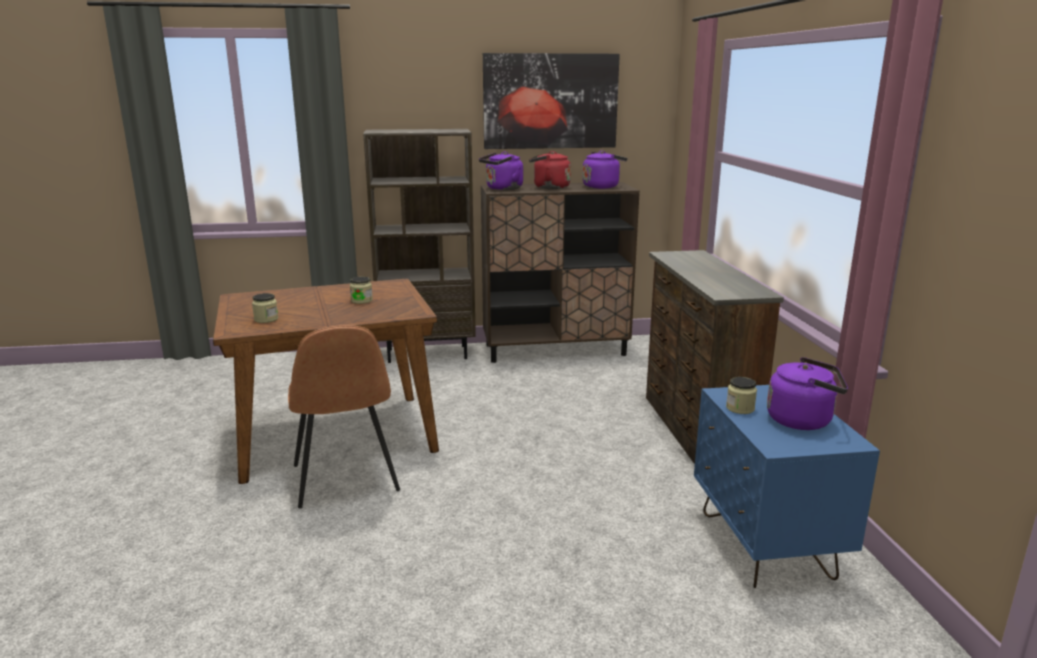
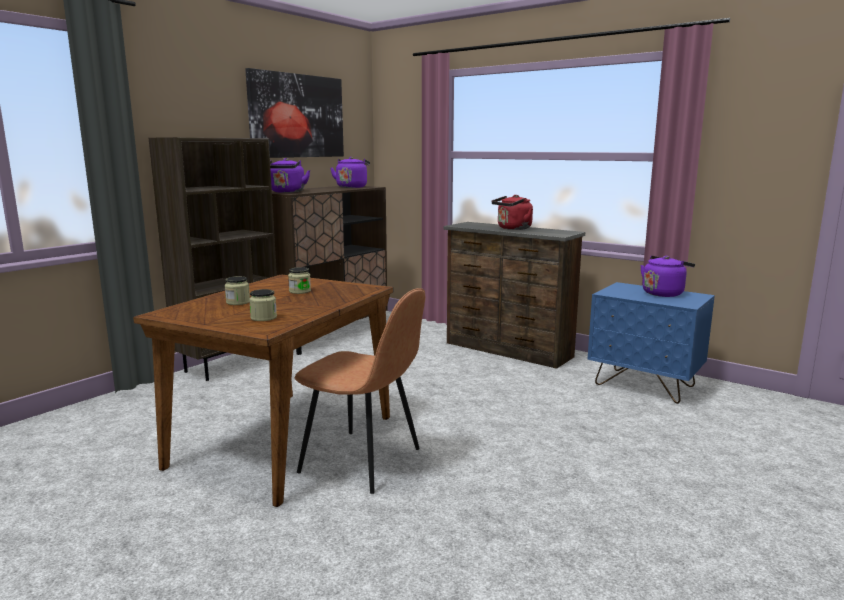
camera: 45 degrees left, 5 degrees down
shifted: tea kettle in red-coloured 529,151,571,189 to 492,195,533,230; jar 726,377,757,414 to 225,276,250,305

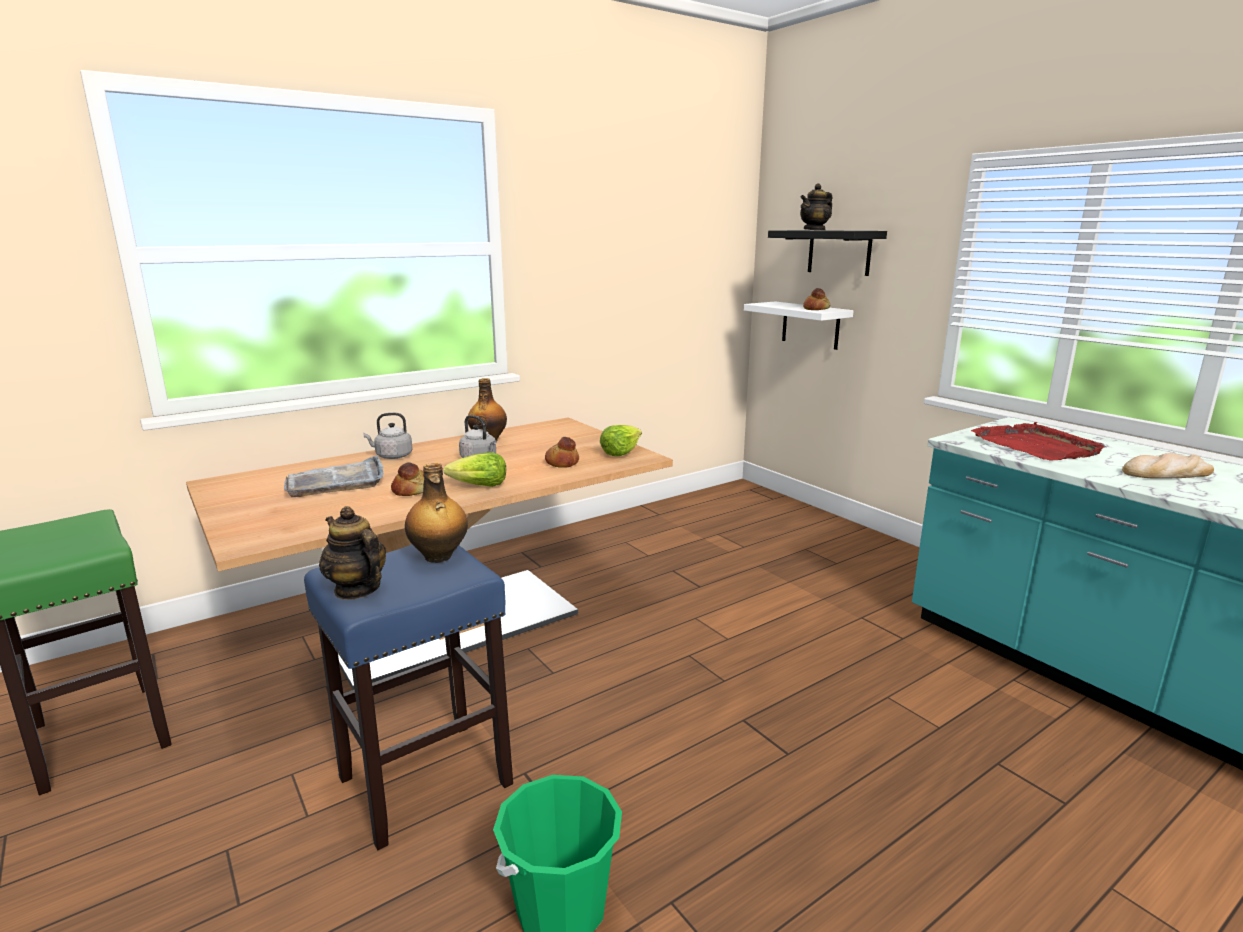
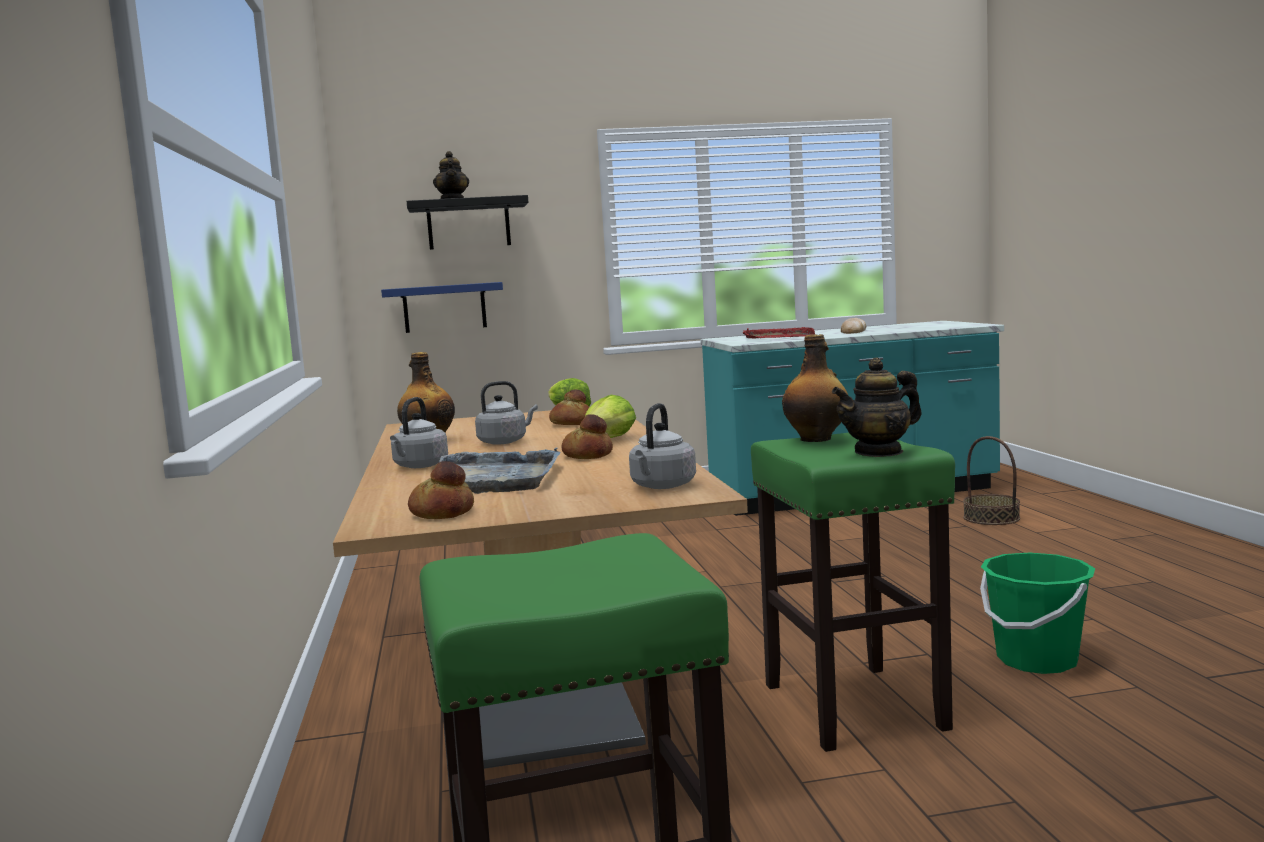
camera: 65 degrees left, 10 degrees down
new: tea kettle in grey 629,403,696,489; storage basket 963,436,1020,525
shifted: bread 803,288,830,310 to 408,461,474,519
repainted: stool seat in bluish 304,544,513,850 to stool seat in greenish 751,433,955,752; wall shelf in whitish 744,302,854,350 to wall shelf in bluish 381,282,503,333

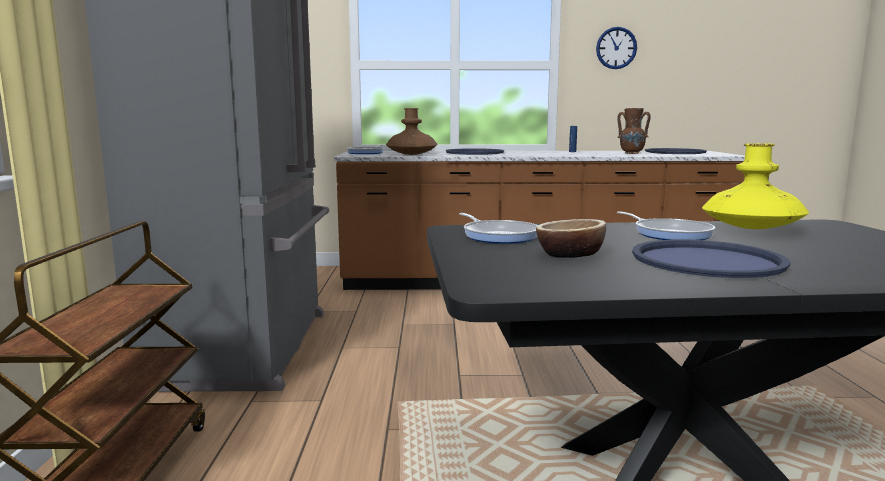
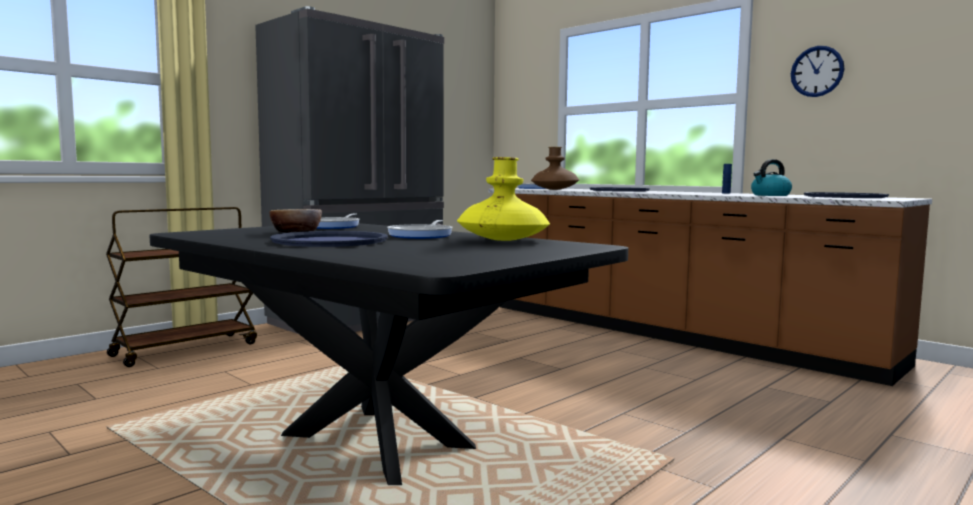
camera: 45 degrees right, 5 degrees down
swapped: vase in brownish 617,108,651,154 to tea kettle 751,159,792,196

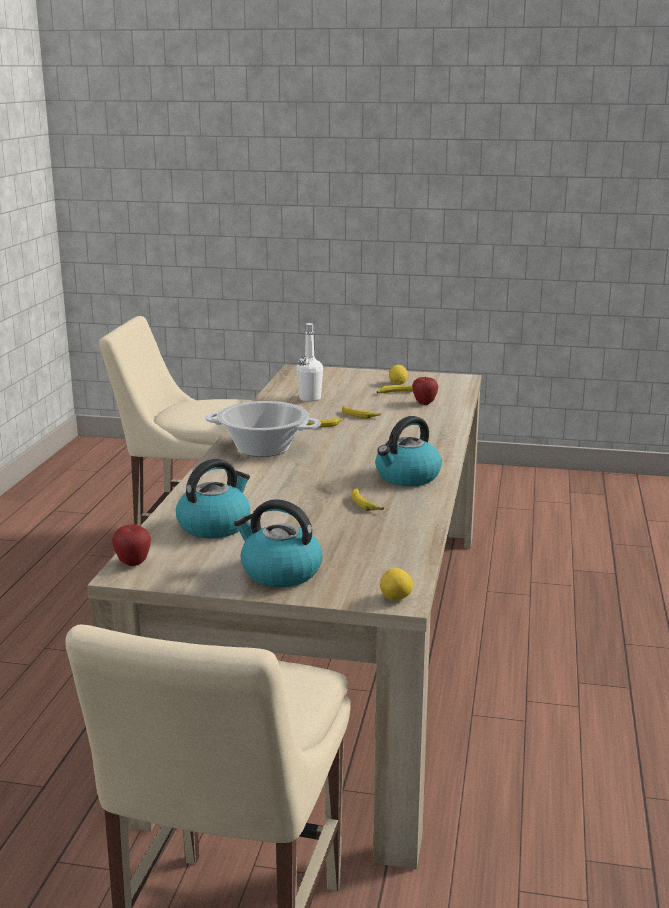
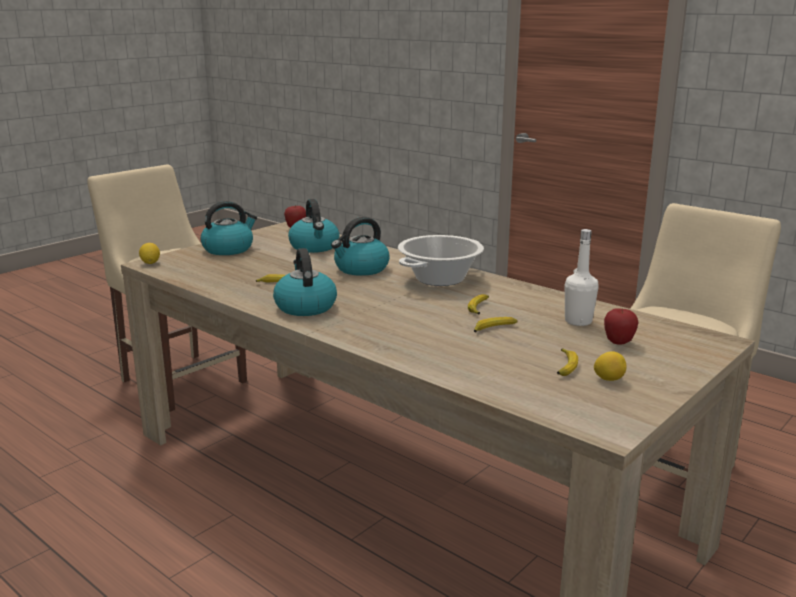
camera: 120 degrees right, 0 degrees up
new: tea kettle 331,217,390,276
shifted: apple fruit 412,376,438,405 to 604,308,639,345

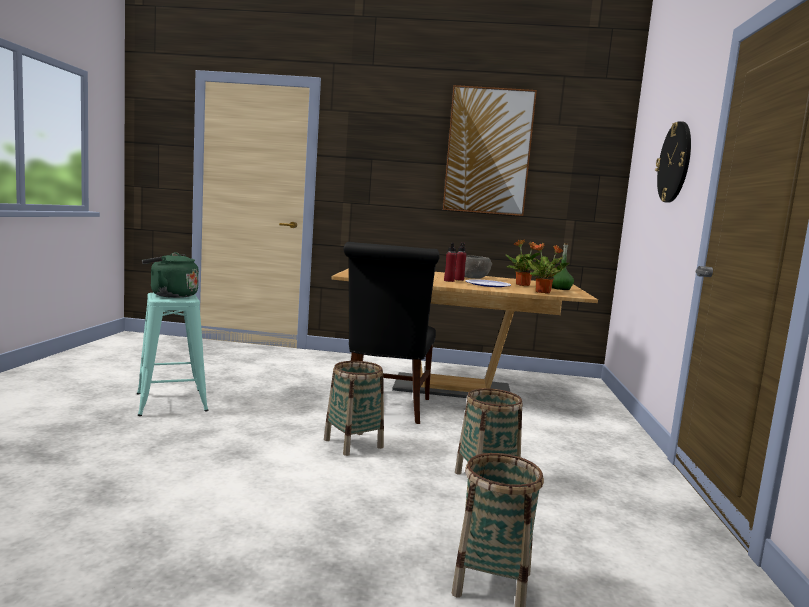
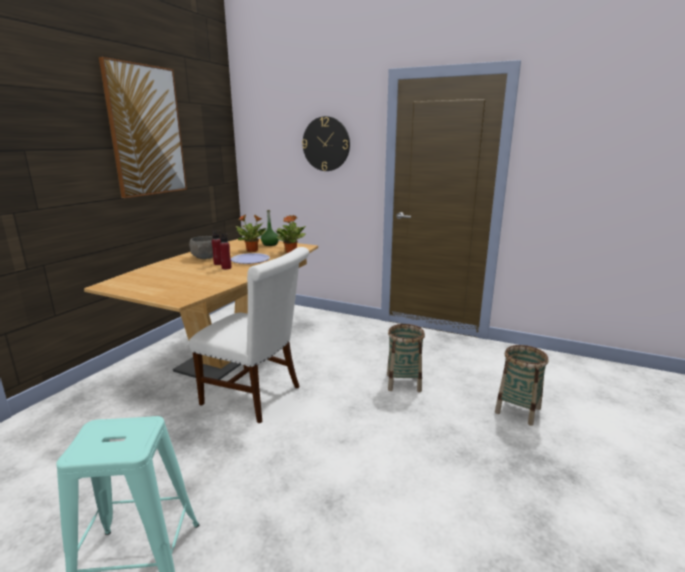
camera: 70 degrees left, 10 degrees up
gone: tea kettle in greenish 142,252,199,298; storage basket 324,361,384,456
repainted: upright chair in black 343,242,440,424 to upright chair in whitish 189,247,309,424

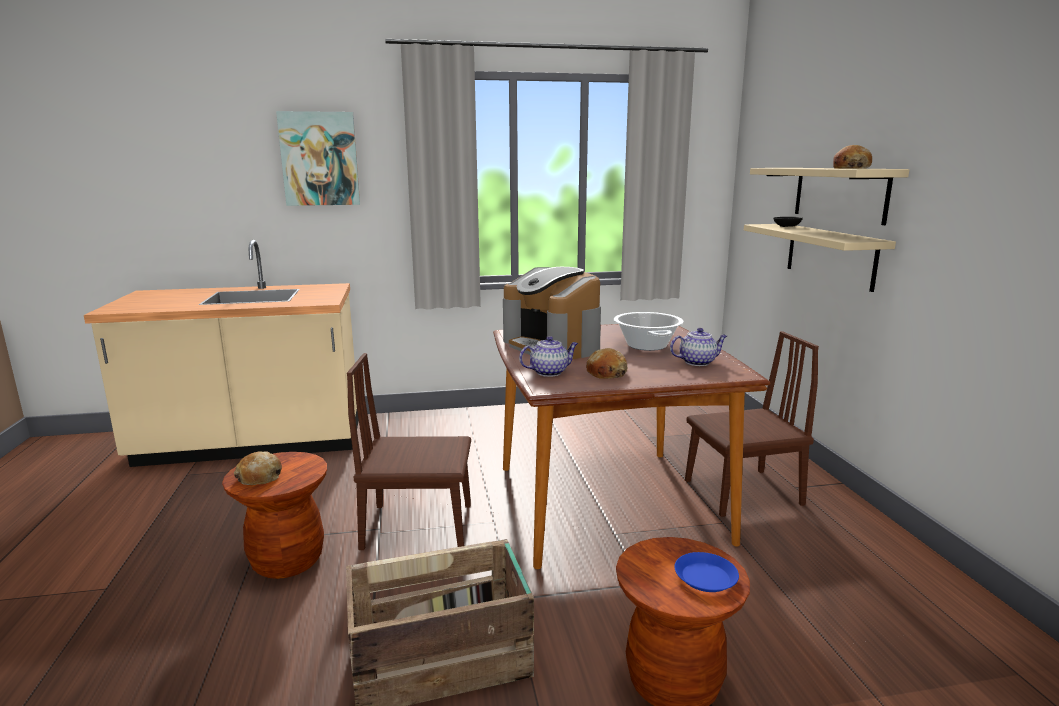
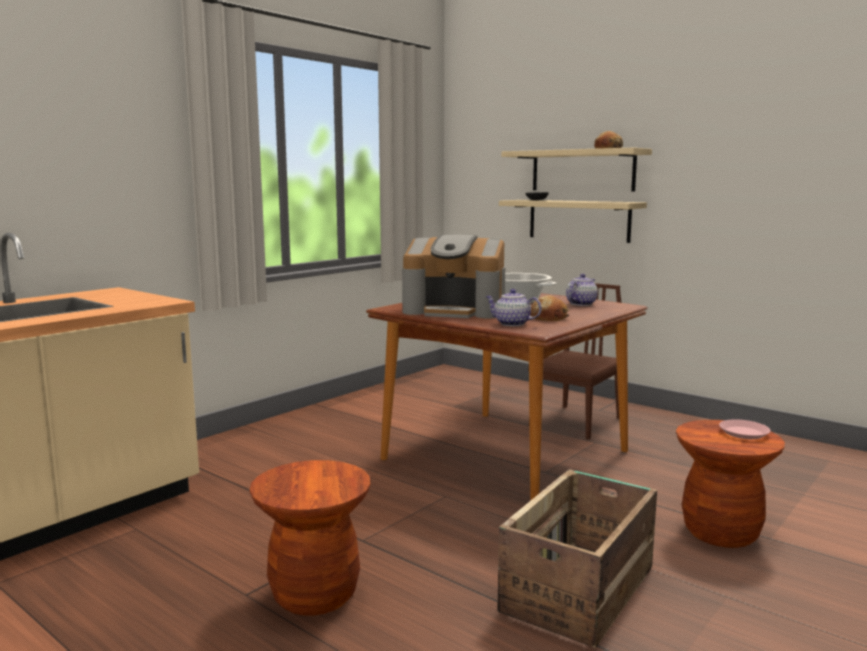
camera: 40 degrees left, 5 degrees down
gone: bread 234,451,282,485; wall art 276,111,360,206; upright chair in brownish 347,353,471,550
repainted: flat dish in bluish 674,552,739,592 to flat dish in pinkish 719,419,770,439
rotated: tea pot 519,336,578,377 = 485,289,542,326 90 degrees counterclockwise

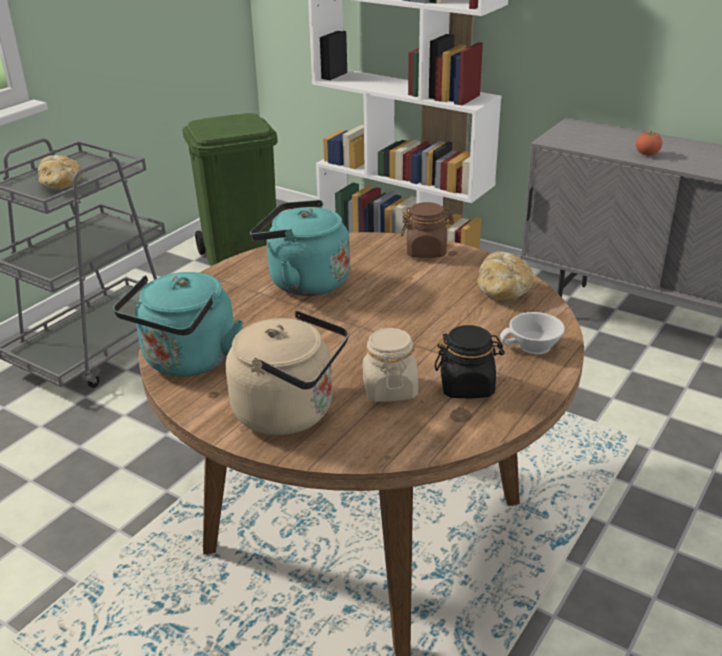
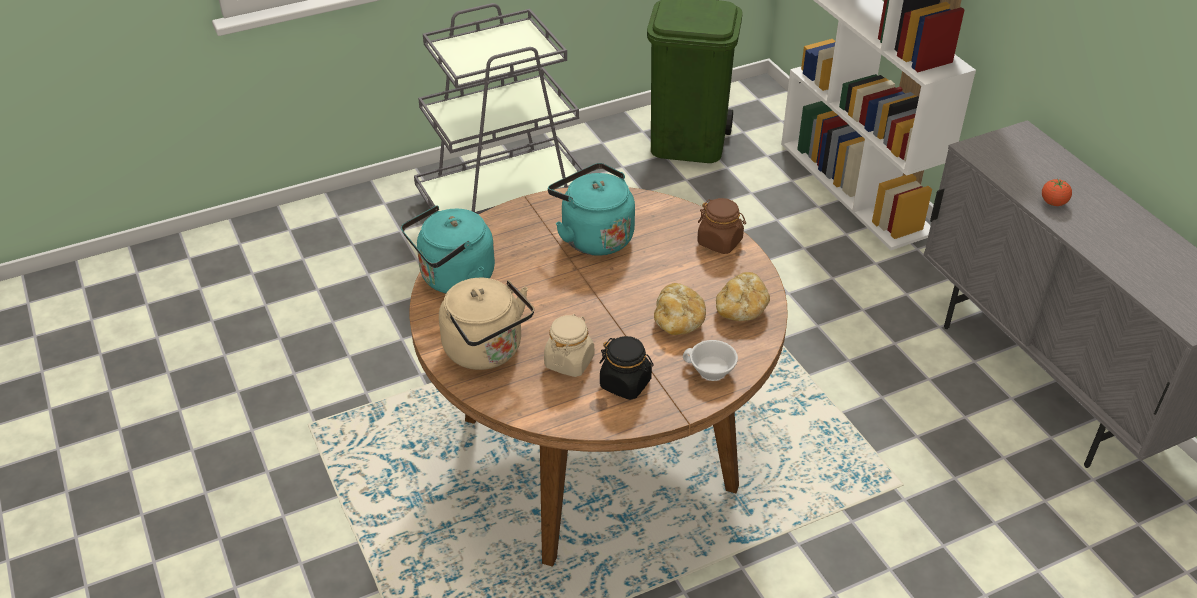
camera: 30 degrees right, 10 degrees up
shifted: bread 38,155,83,189 to 654,283,706,335

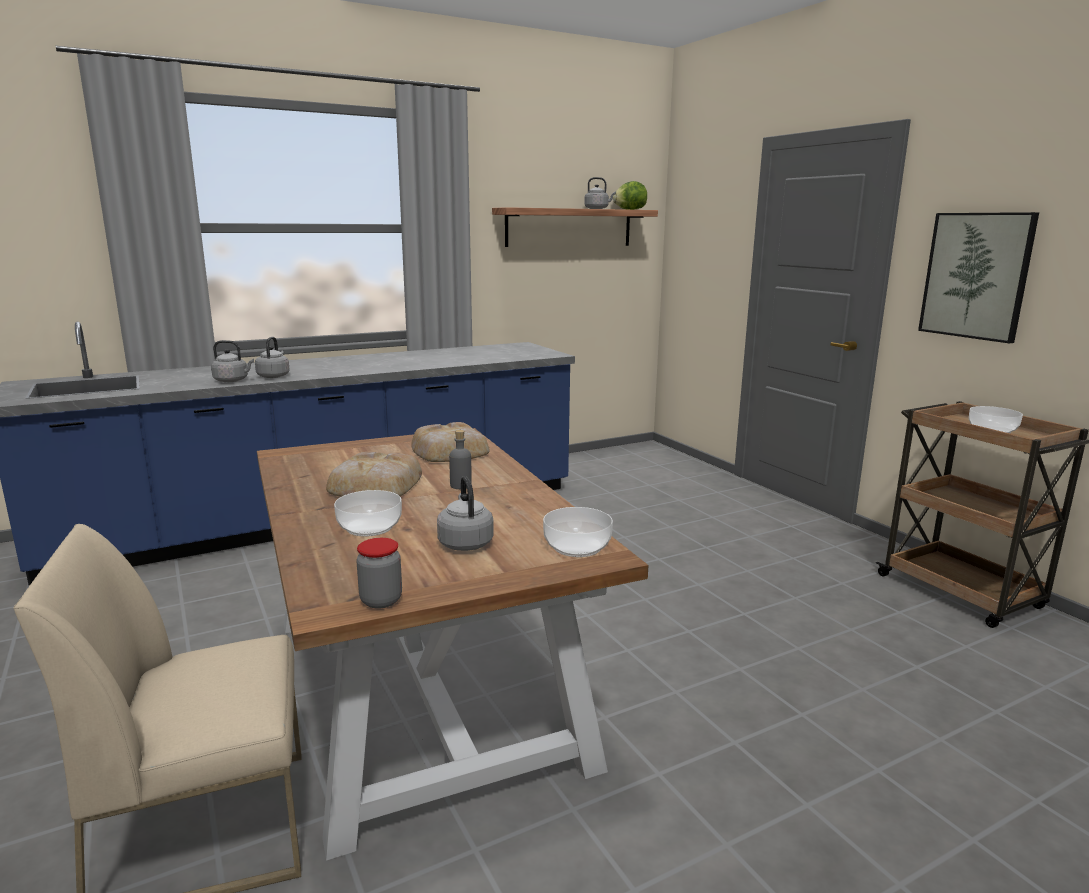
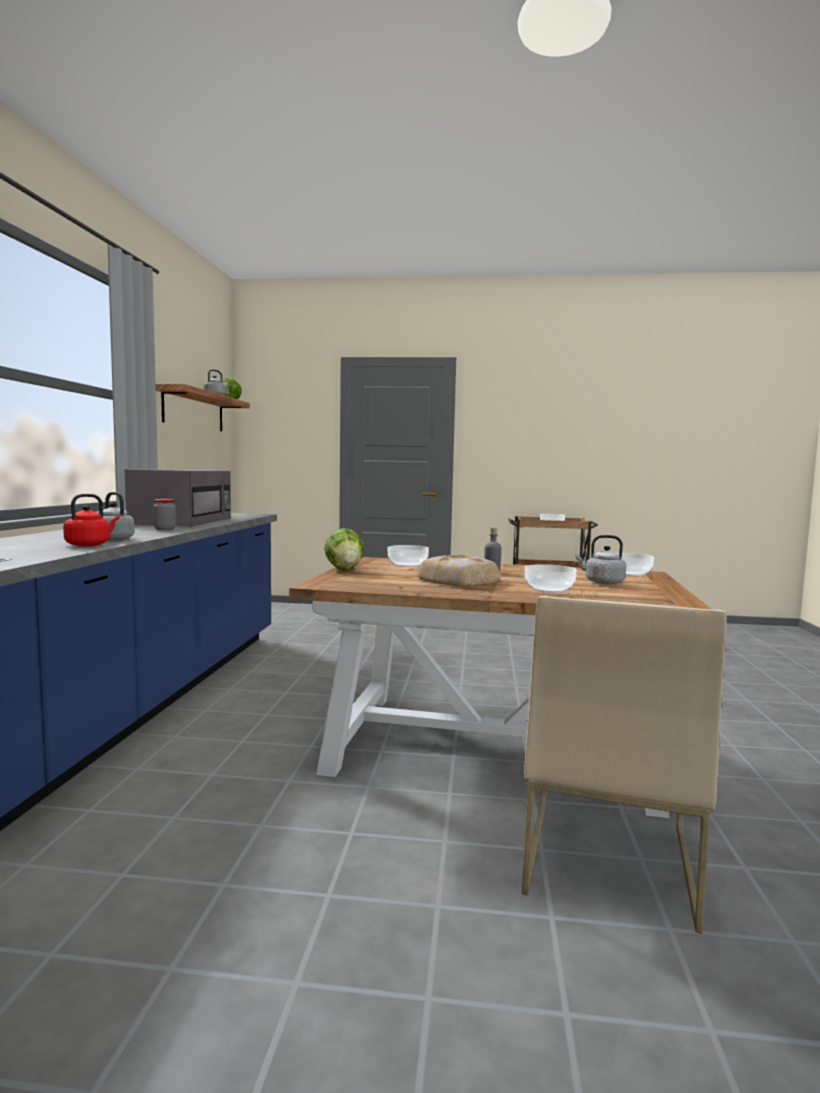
camera: 55 degrees left, 10 degrees down
gone: wall art 918,212,1039,344
new: microwave oven in grey 125,470,231,527; lettuce 324,528,364,570
shifted: jar 356,538,402,609 to 153,499,176,530
swapped: bread 411,422,490,462 to deep dish 388,545,429,567
repainted: tea kettle in grey 211,340,254,382 to tea kettle in red-coloured 63,494,120,546

